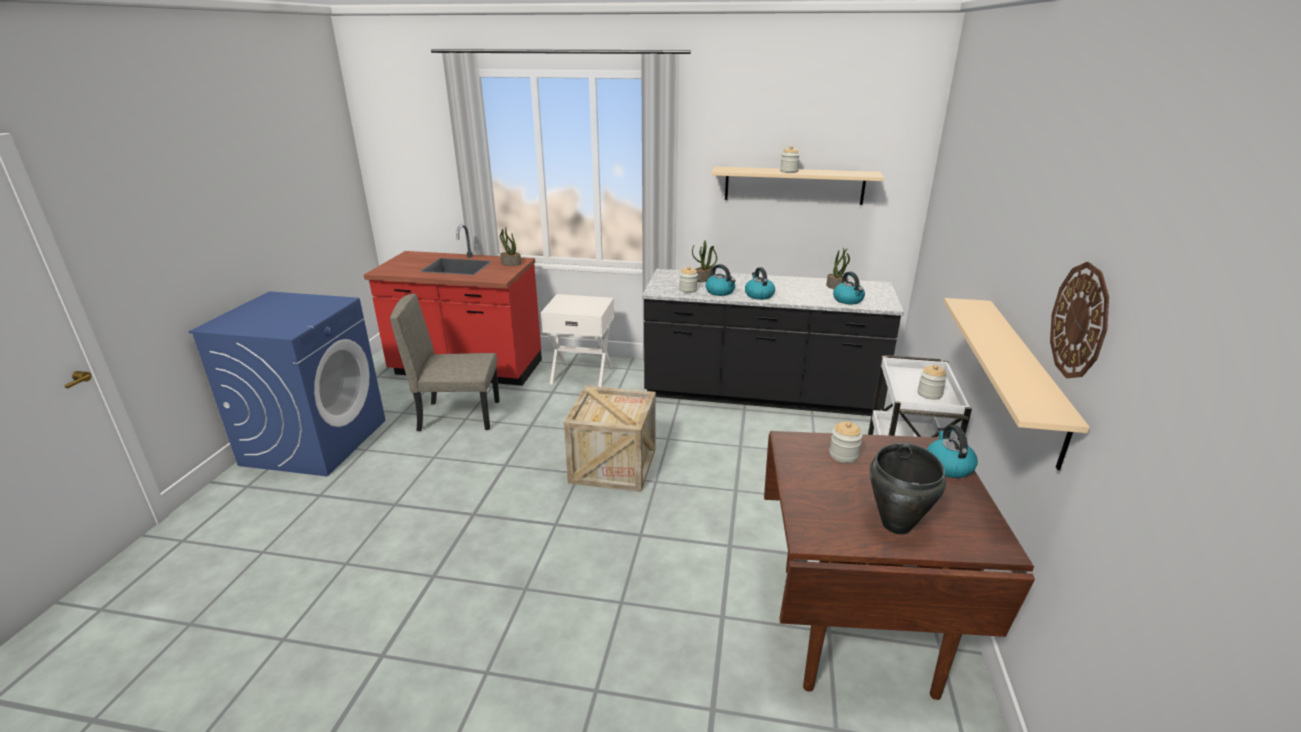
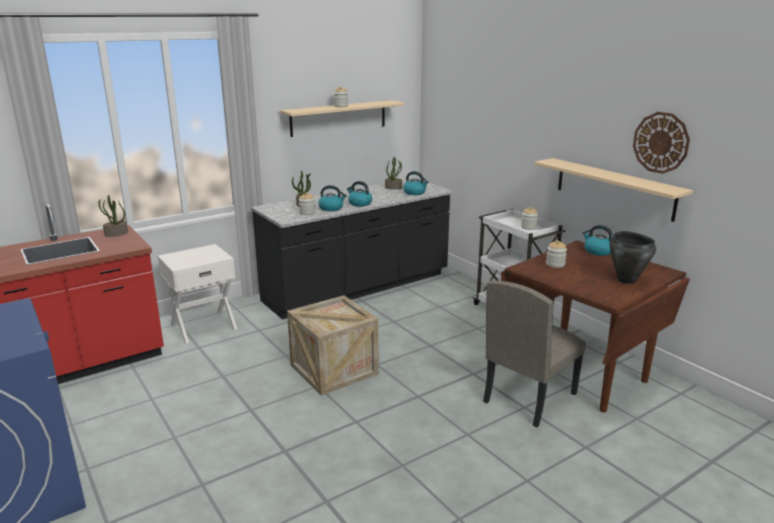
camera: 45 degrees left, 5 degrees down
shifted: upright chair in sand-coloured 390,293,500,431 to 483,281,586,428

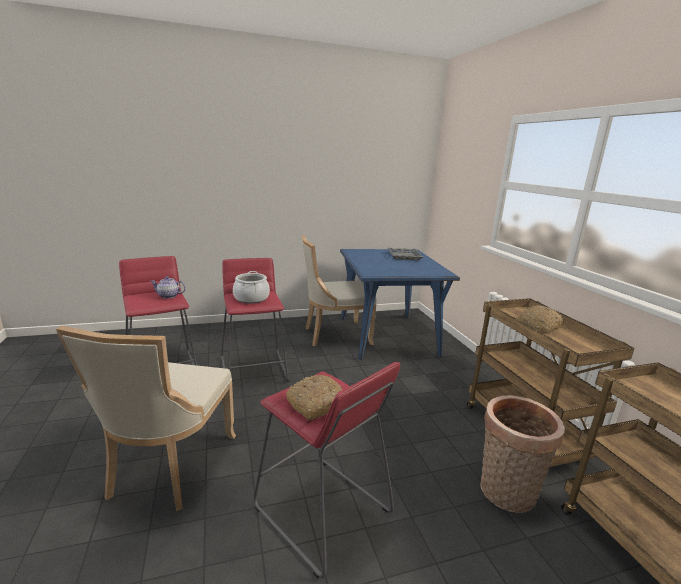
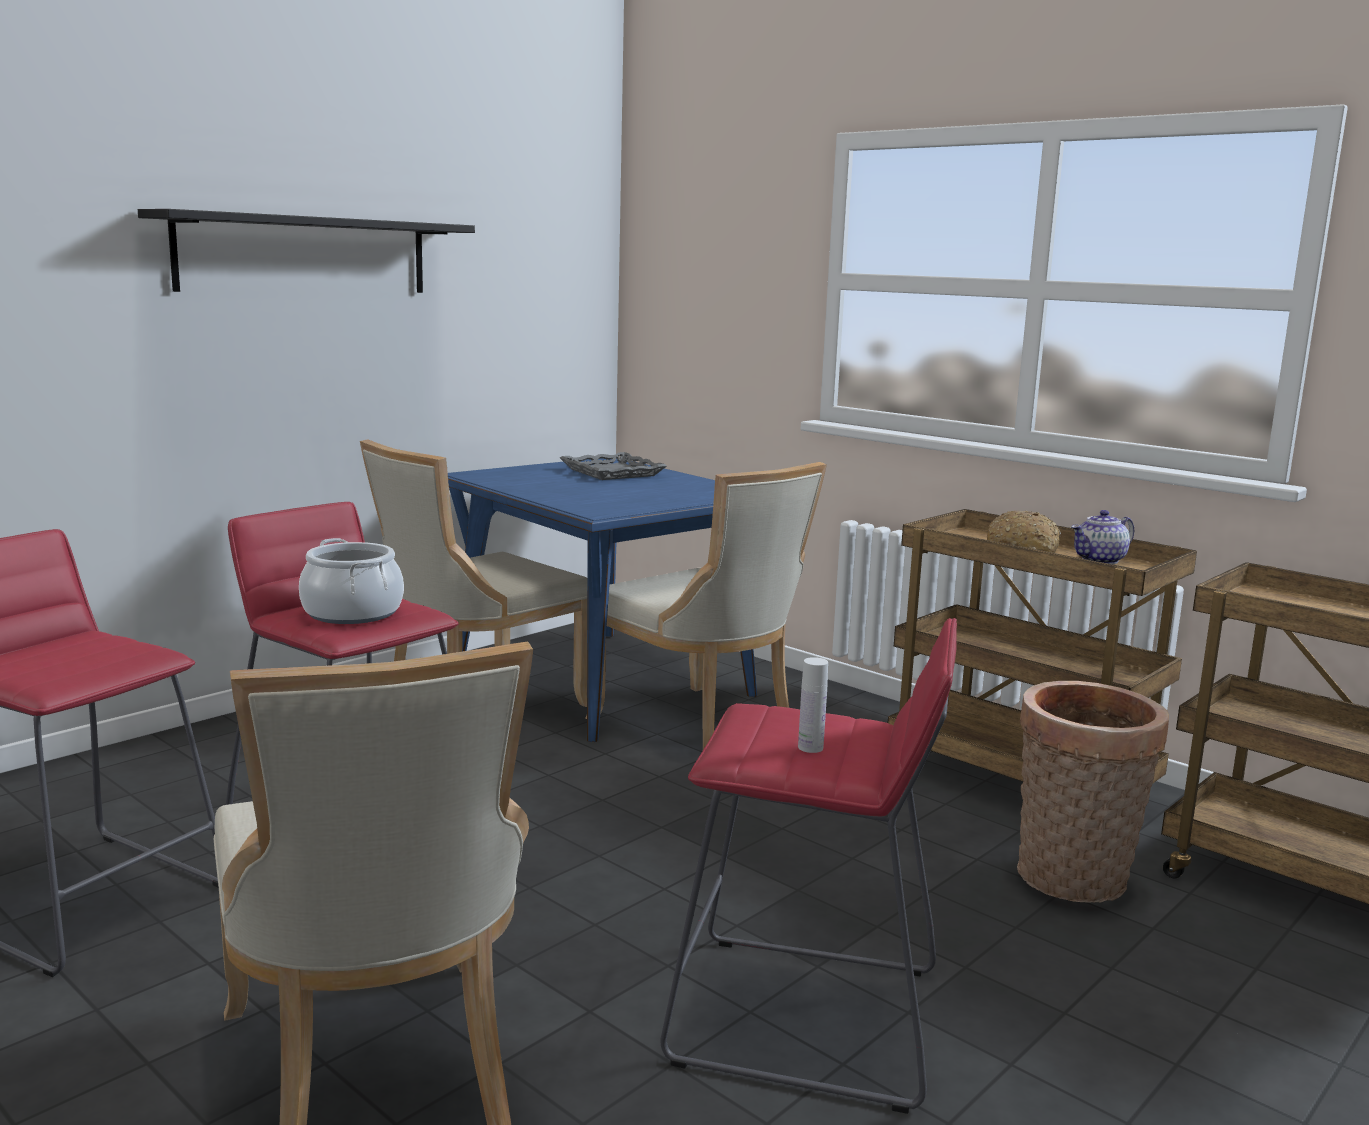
camera: 30 degrees left, 5 degrees down
new: wall shelf in black 138,209,475,293; upright chair in sand-coloured 585,462,827,749
shifted: tea pot 150,276,186,299 to 1071,510,1134,564
swapped: bread 286,375,343,420 to beverage bottle in whitish 798,657,828,753

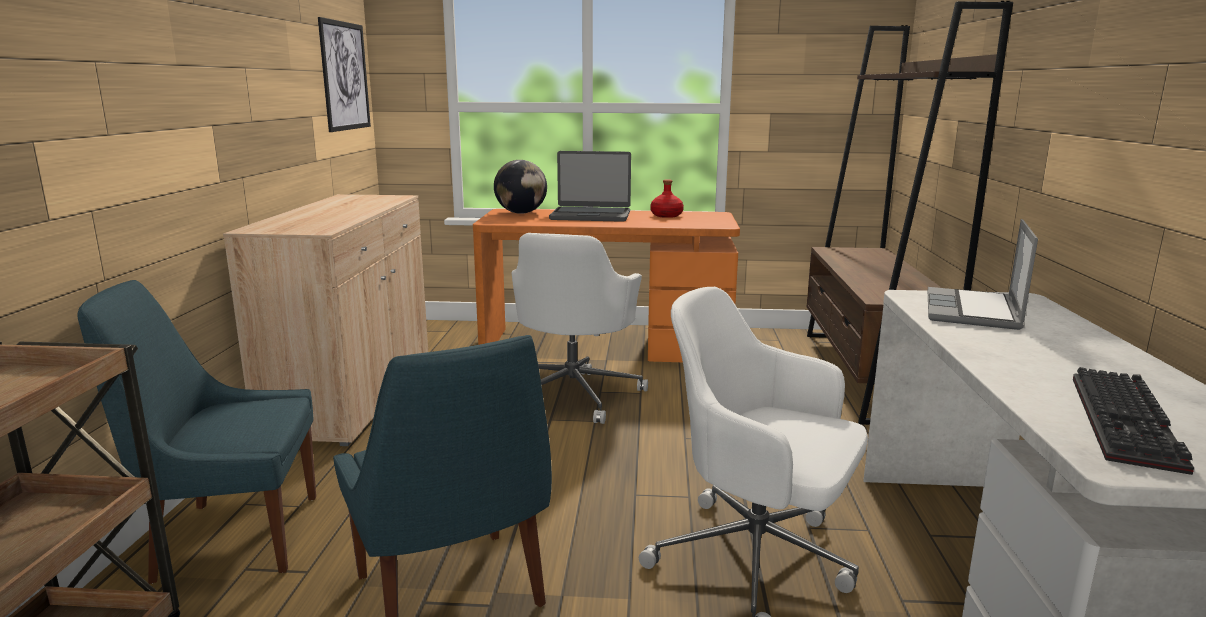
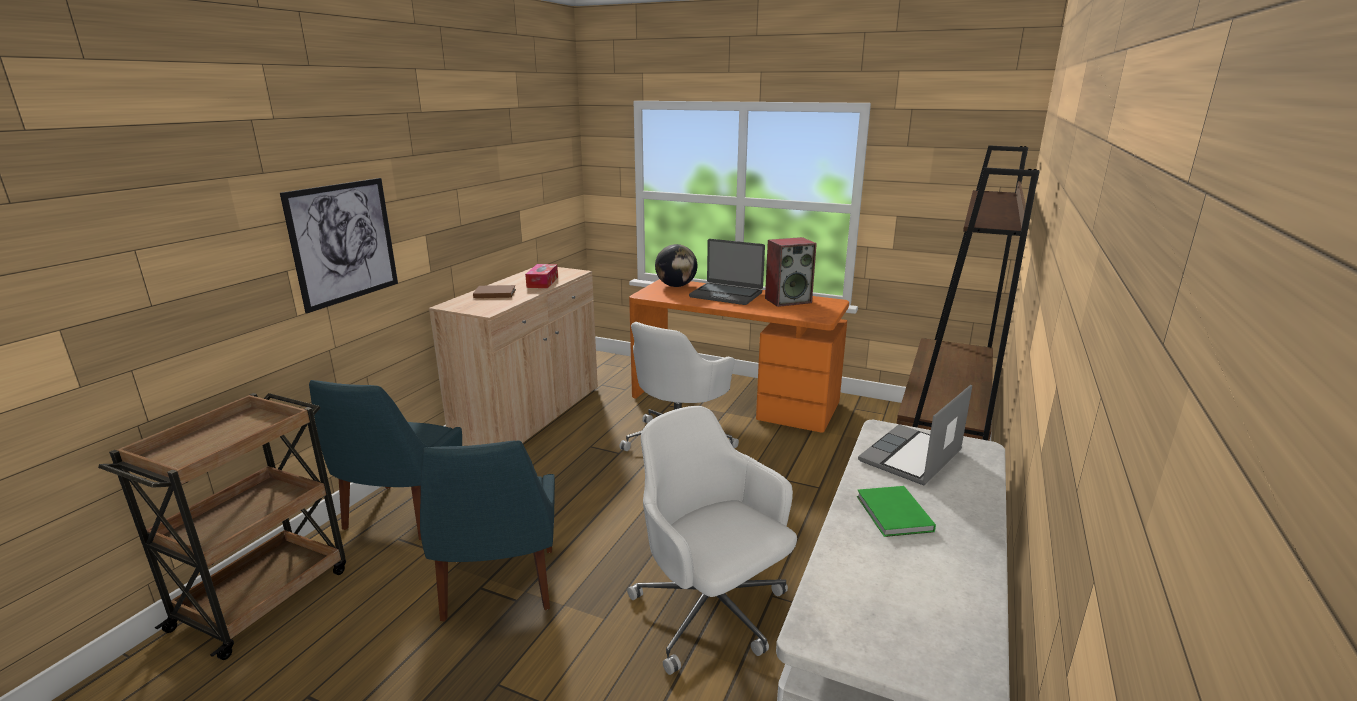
camera: 20 degrees right, 5 degrees up
gone: keyboard 1073,367,1194,475
new: volume in brownish 473,285,516,298; tissue holder 525,264,558,288; volume in greenish 857,486,936,537
shifted: wall art 318,17,371,132 to 280,178,398,313
swapped: beverage bottle in red-coloured 650,179,684,218 to audio speaker 765,237,817,307
rotated: upright chair in bluish 77,280,316,584 = 309,380,462,540 90 degrees counterclockwise

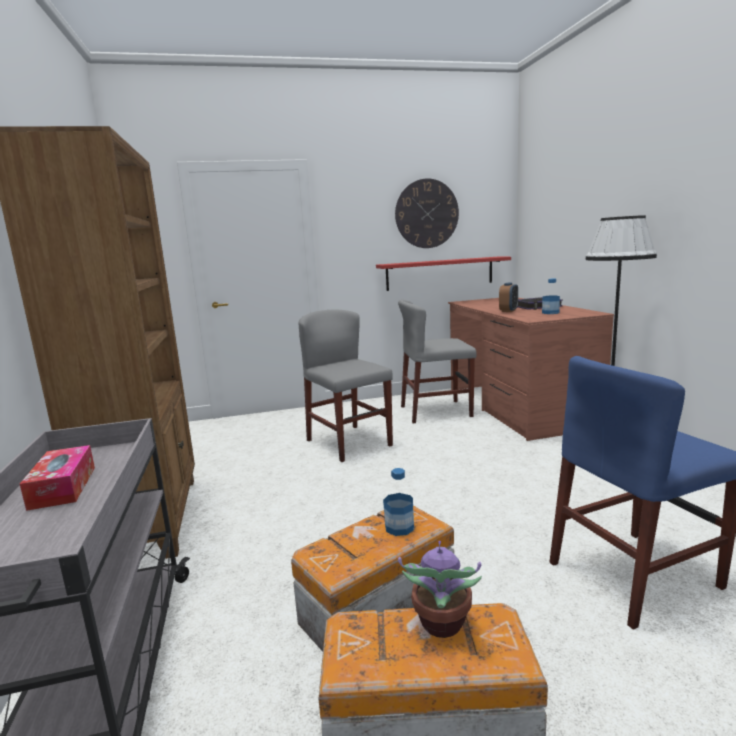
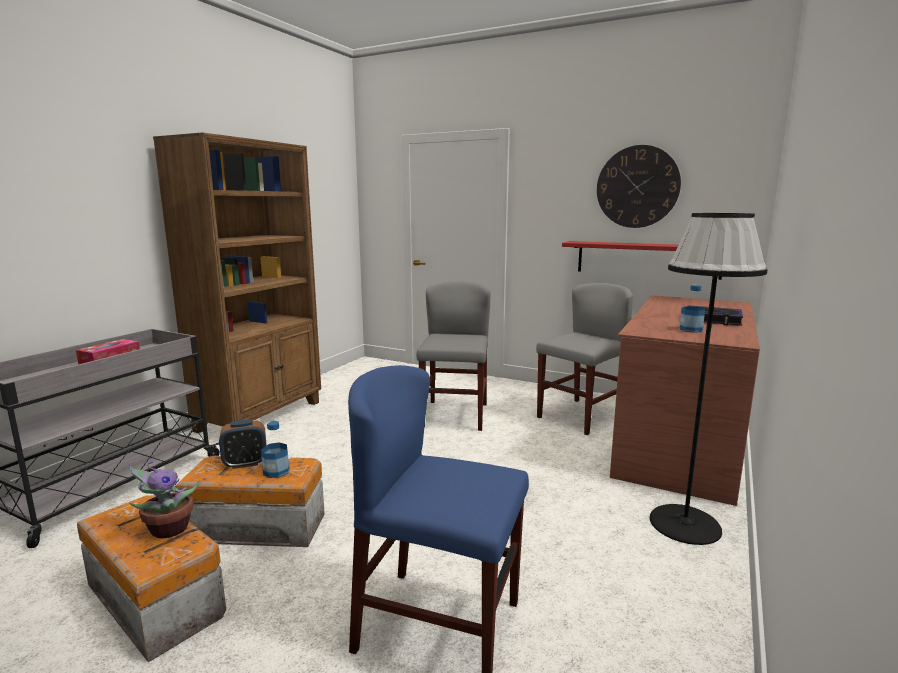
camera: 40 degrees right, 0 degrees up
shifted: table clock 499,282,518,312 to 219,420,266,469
rotated: upright chair in grey 398,300,477,423 = 536,283,633,435 105 degrees clockwise

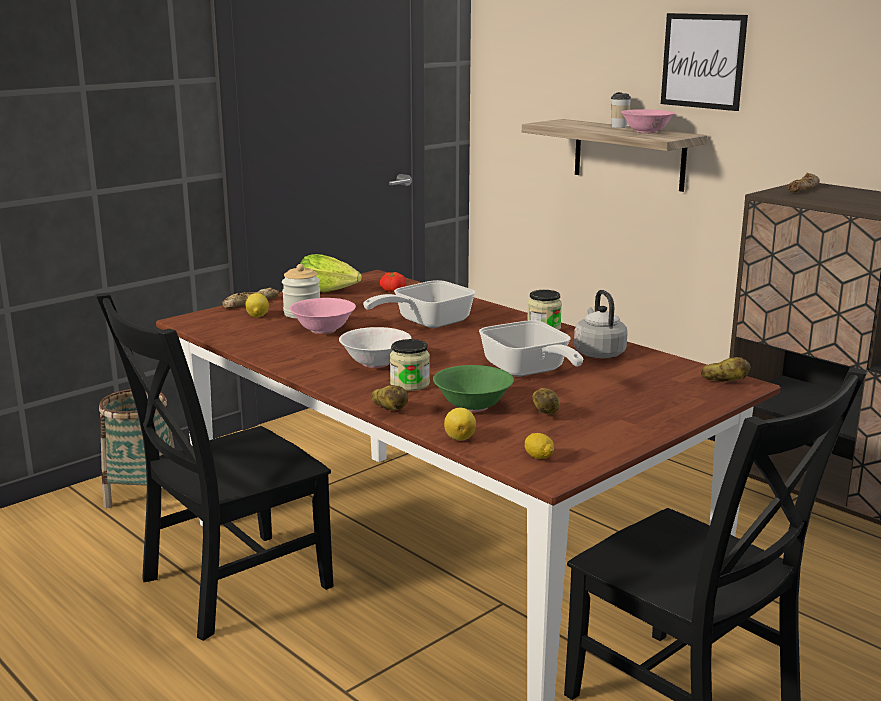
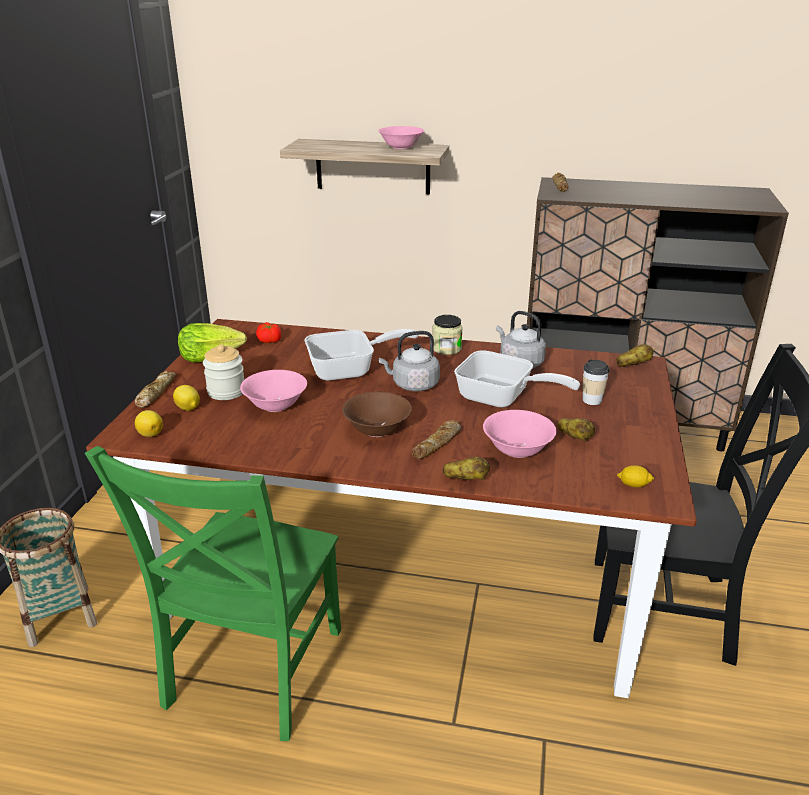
camera: 35 degrees left, 10 degrees up
gone: wall art 661,13,748,111
new: tea kettle in grey 379,331,440,391
shifted: citrus fruit 444,408,476,440 to 135,410,163,437; cup 611,92,631,128 to 583,359,610,405
swapped: jar 390,339,430,391 to bread 411,420,461,459
repainted: upright chair in black 95,293,334,641 to upright chair in greenish 85,446,341,741; deep dish in whitish 339,327,411,368 to deep dish in brownish 342,391,412,437; deep dish in greenish 433,365,514,412 to deep dish in pinkish 483,410,557,458
rotated: skillet 363,280,476,328 = 305,329,418,381 120 degrees counterclockwise

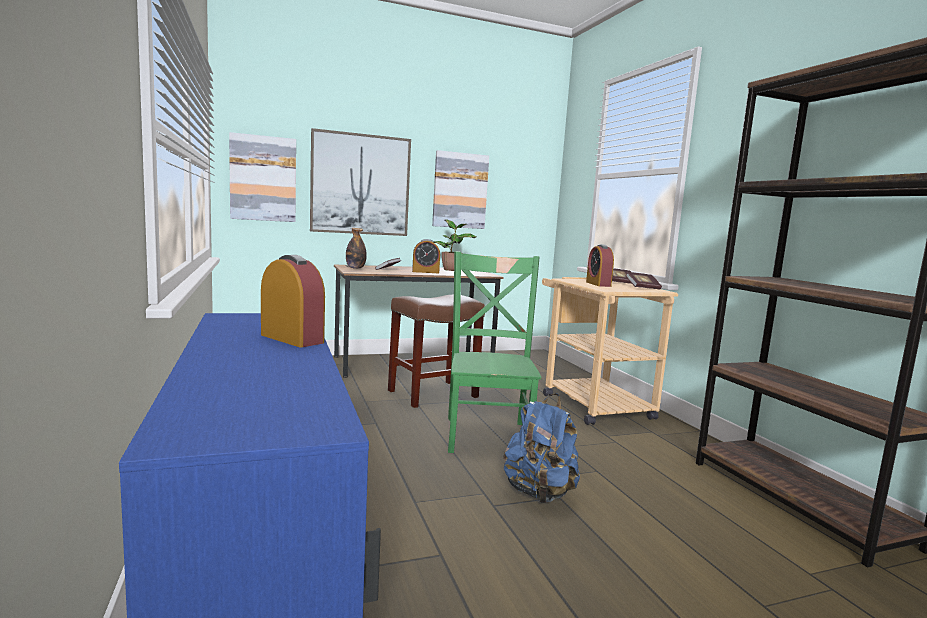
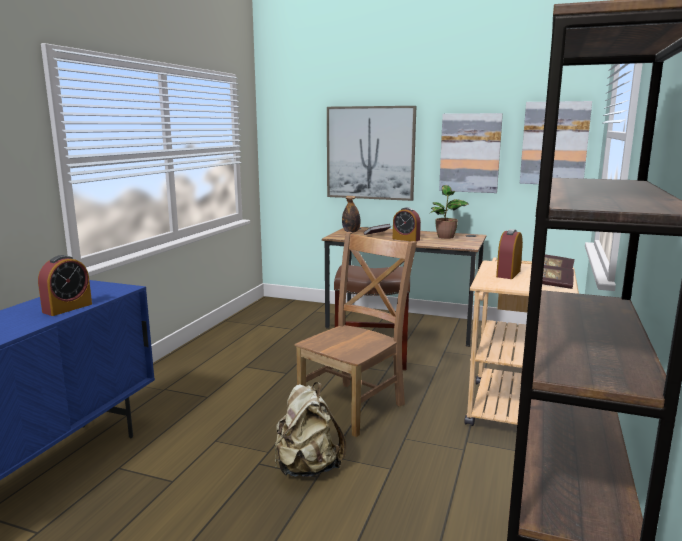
camera: 40 degrees right, 5 degrees up
shifted: wall art 229,132,296,222 to 520,101,592,184
repainted: upright chair in greenish 448,251,542,453 to upright chair in brownish 294,232,417,437; backpack in bluish 504,393,580,503 to backpack in sand-coloured 275,382,346,477
rotated: table clock 261,255,325,347 = 38,255,92,316 45 degrees clockwise

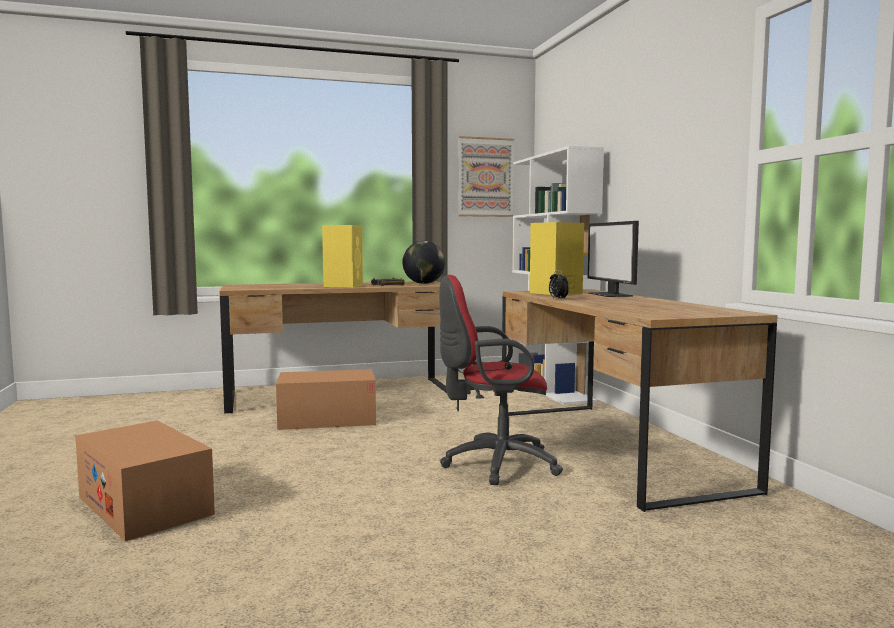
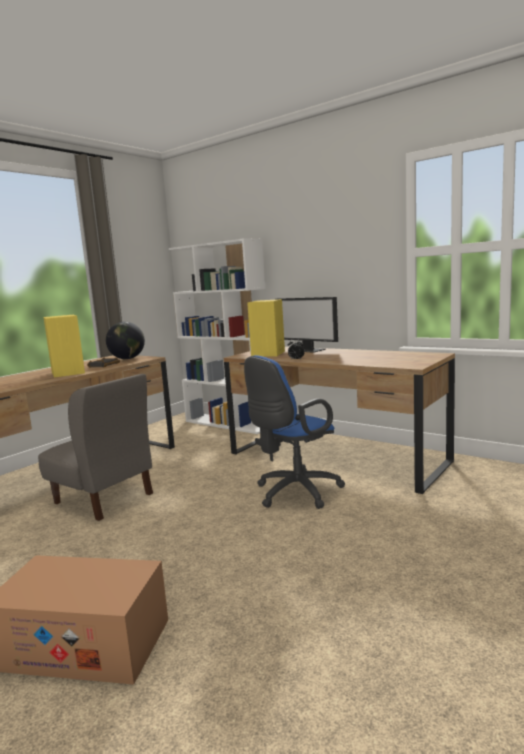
camera: 35 degrees left, 5 degrees up
gone: wall art 458,136,514,217
swapped: packing box 276,369,376,430 to upright chair in grey 38,374,153,521
repainted: desk chair in red-coloured 439,275,563,485 to desk chair in bluish 244,355,345,509

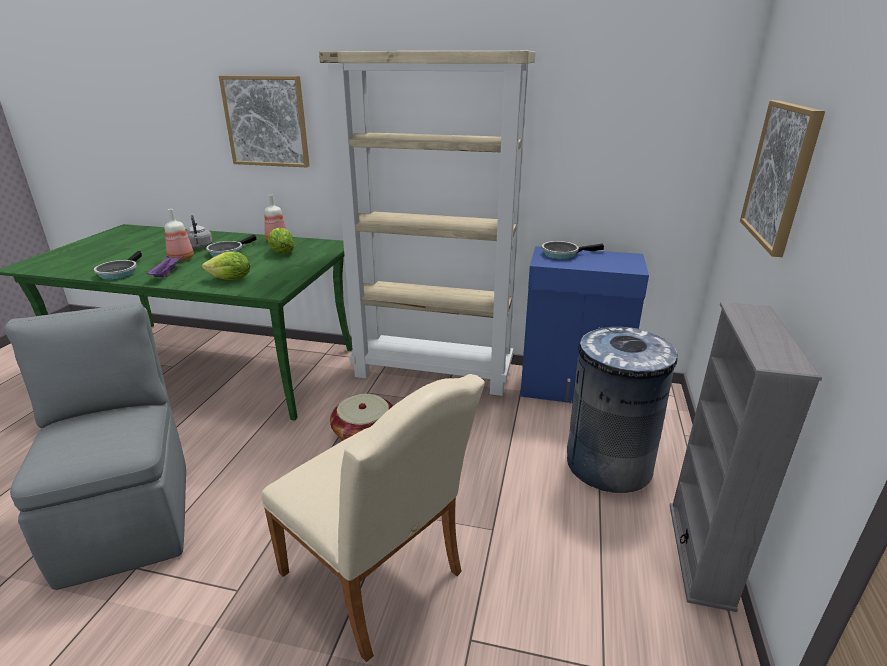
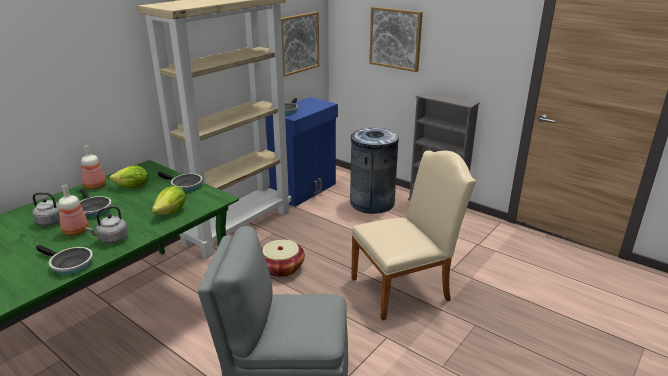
camera: 65 degrees left, 0 degrees up
new: skillet 158,172,203,192
shifted: wall art 219,75,310,167 to 281,12,319,77
swapped: carrying tray in purple-coloured 146,256,184,277 to tea kettle in grey 85,206,128,244

